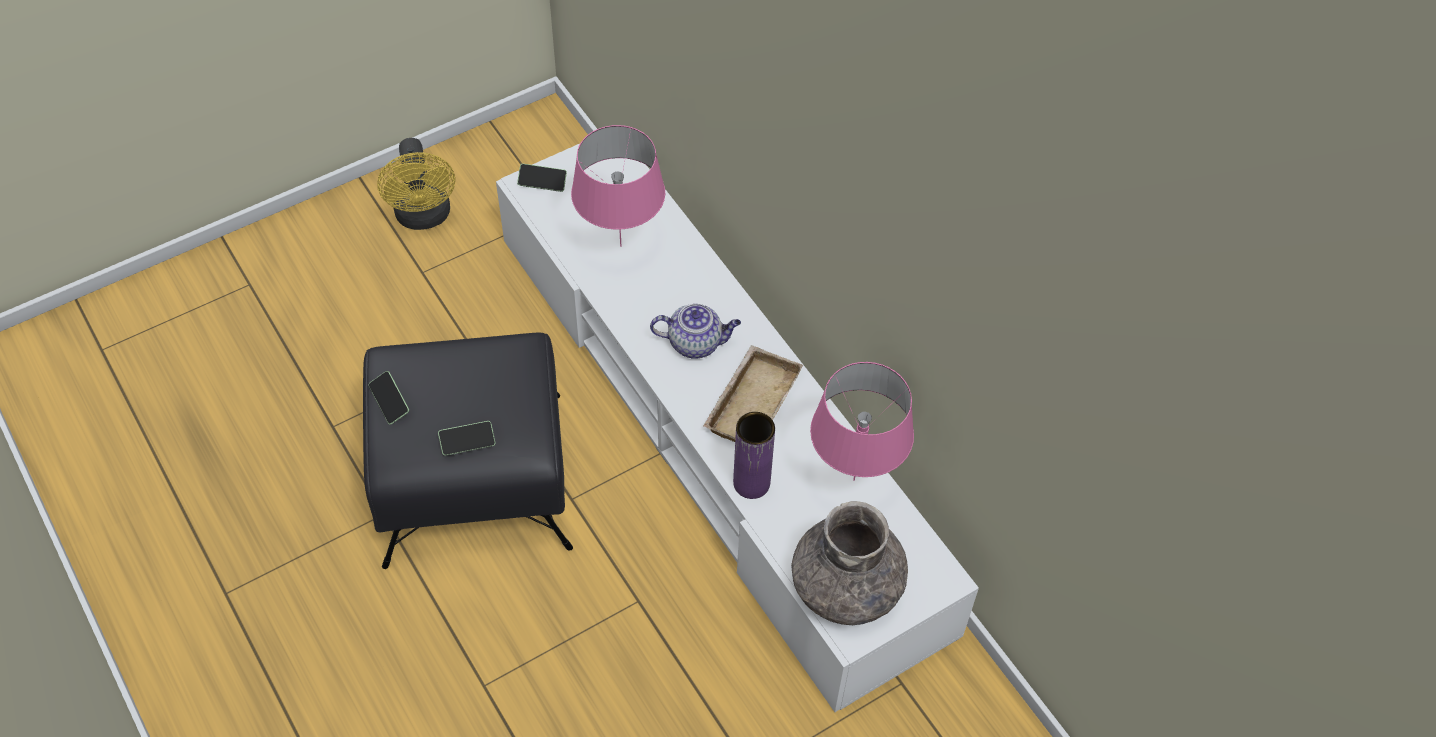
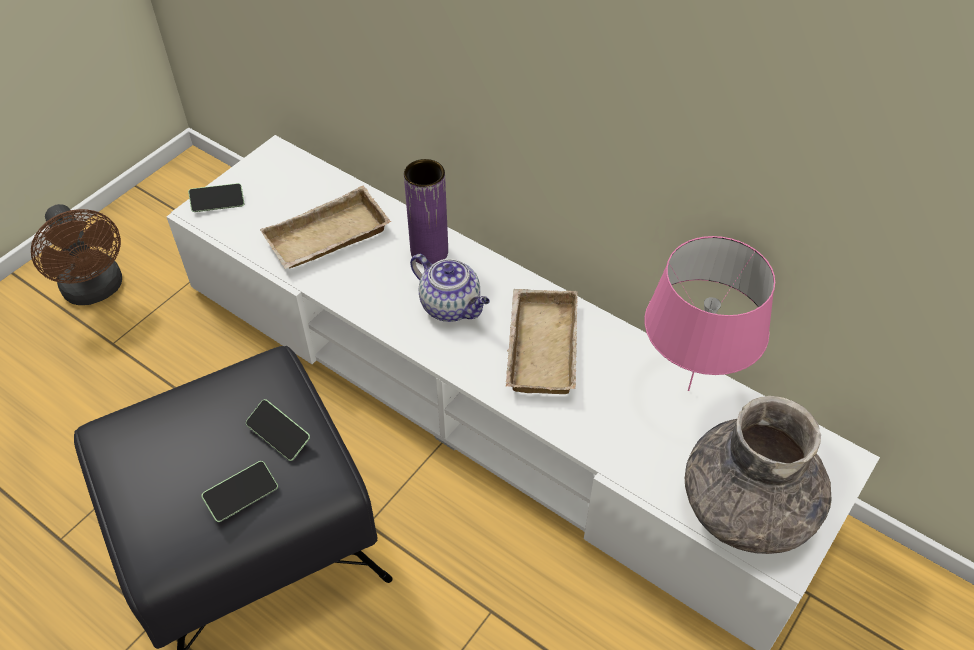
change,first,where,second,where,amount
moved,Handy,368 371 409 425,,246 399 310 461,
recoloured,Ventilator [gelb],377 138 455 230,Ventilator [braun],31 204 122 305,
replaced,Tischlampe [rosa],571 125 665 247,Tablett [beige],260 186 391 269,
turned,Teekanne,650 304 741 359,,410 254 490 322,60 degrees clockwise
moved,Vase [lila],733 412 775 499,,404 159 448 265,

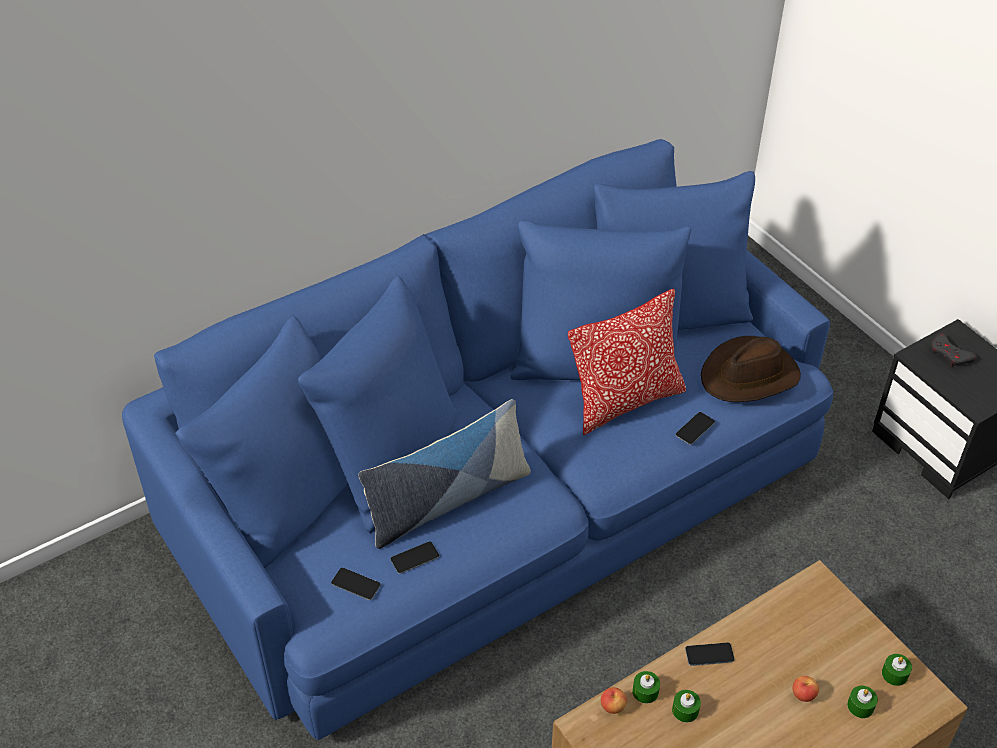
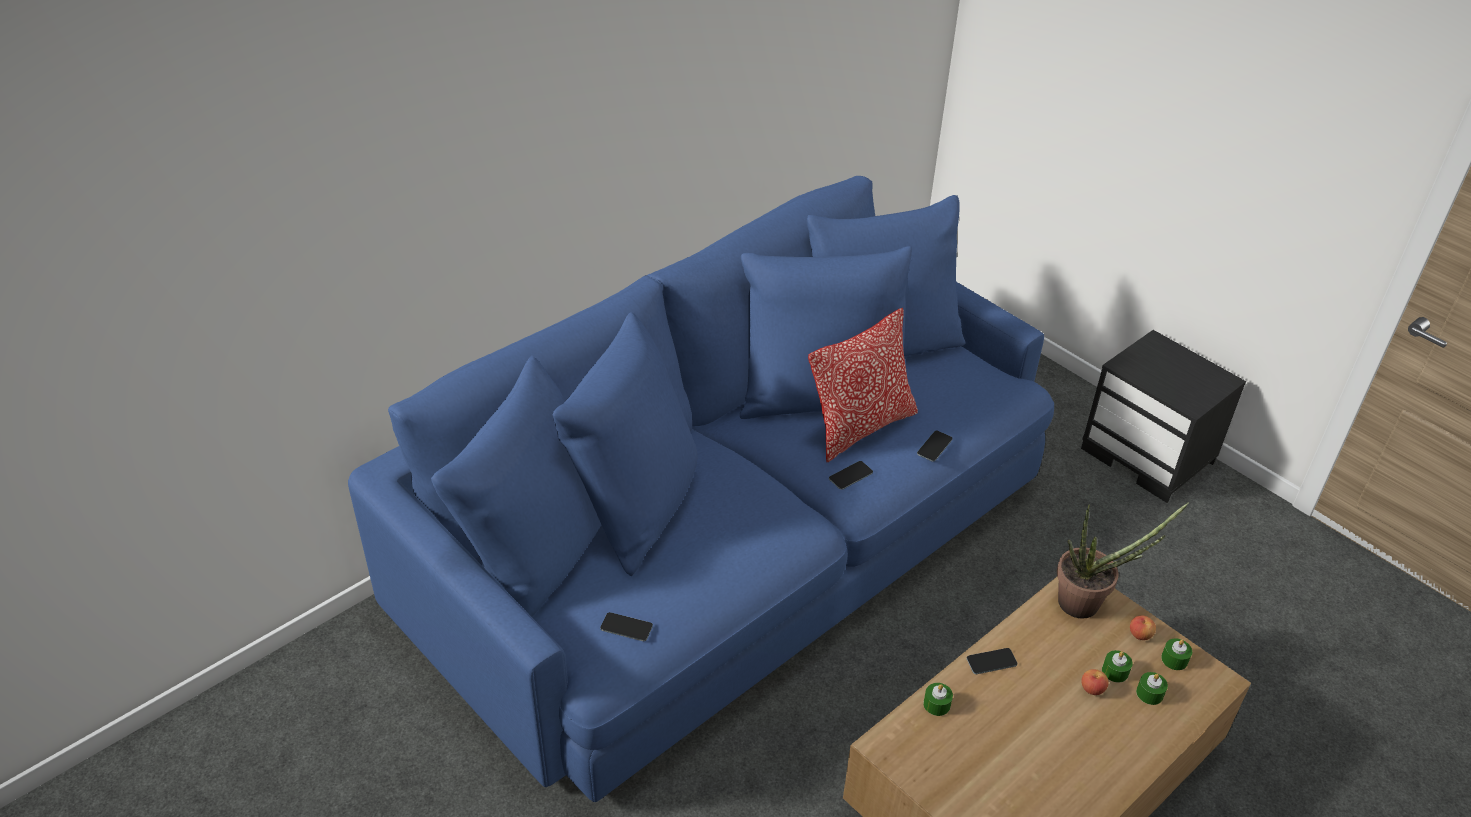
change,first,where,second,where,amount
removed,Kissen,358 399 531 549,,,
moved,Handy,390 541 439 574,,829 461 873 490,
moved,Apfel,601 687 627 714,,1130 616 1156 640,
moved,Kerze [grün],672 690 701 723,,1102 650 1133 683,
removed,Hut [braun],701 336 801 402,,,
removed,Gamepad [grau],931 333 977 367,,,
added,,,Topfpflanze,1057 502 1189 619,

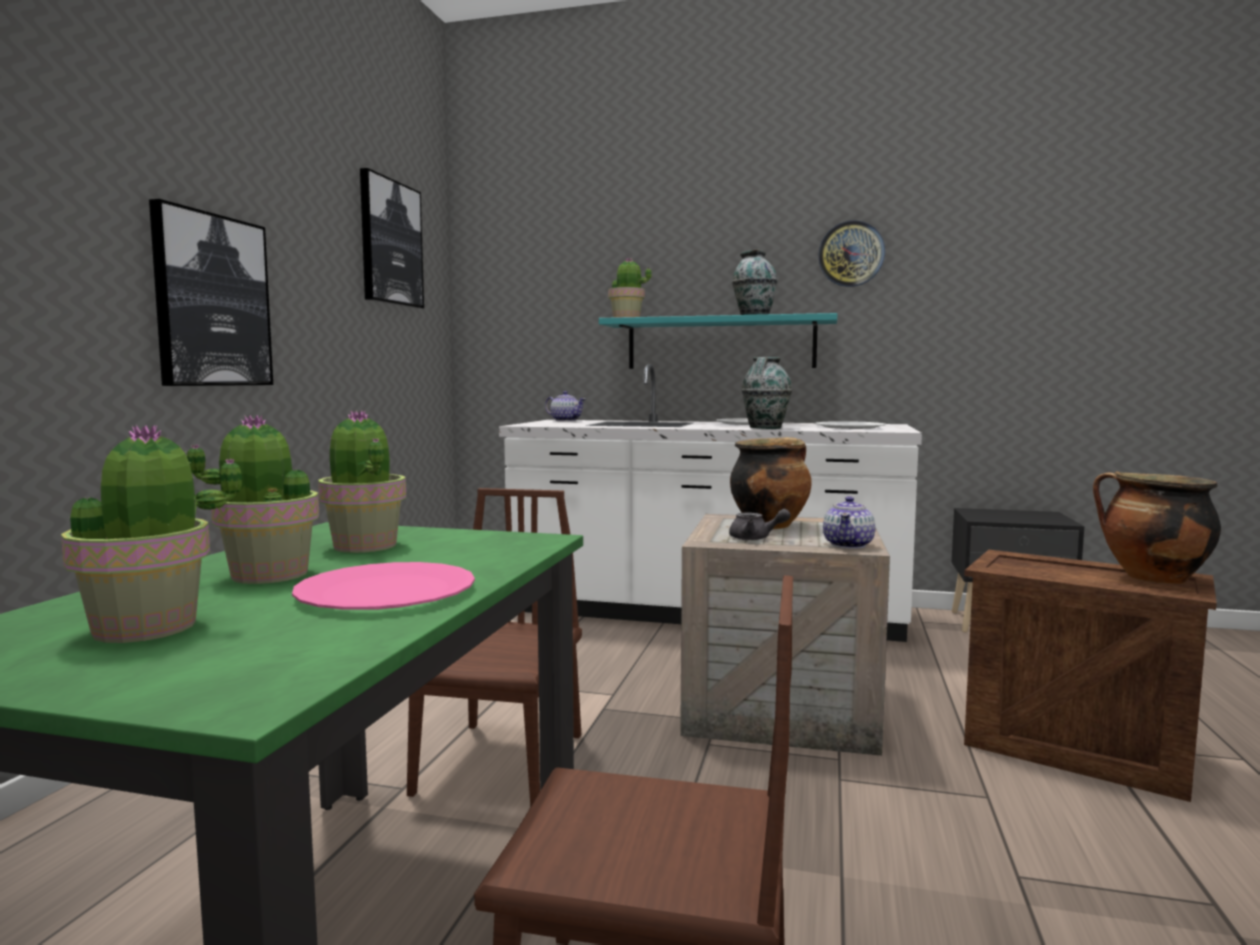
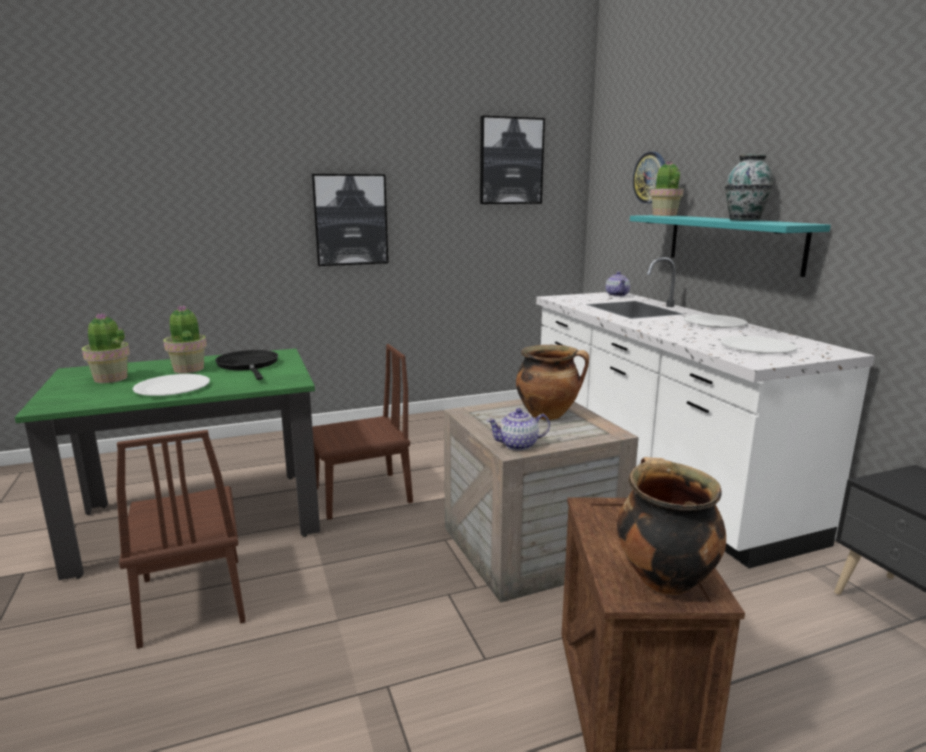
change,first,where,second,where,amount
recoloured,Teller [rosa],292 562 475 610,Teller [weiß],133 374 210 396,
replaced,Topfpflanze,318 410 406 553,Pfanne [schwarz],215 350 278 380,
removed,Teekanne [grau],729 509 791 540,,,
removed,Vase,741 357 792 429,,,
moved,Wanduhr,819 221 885 287,,633 152 665 203,

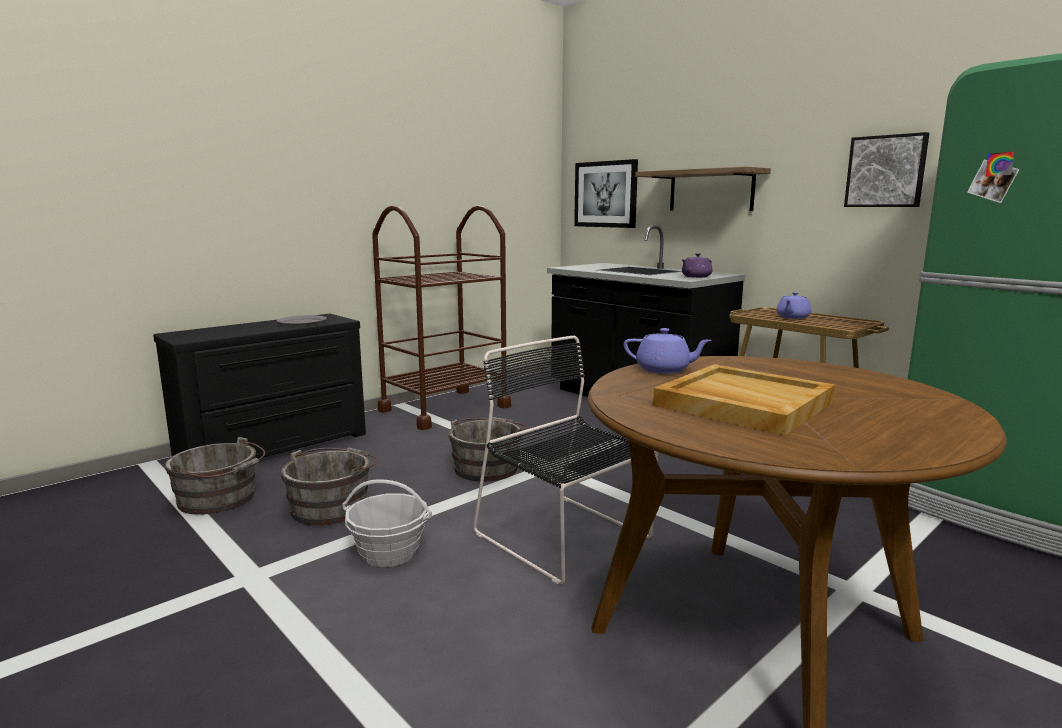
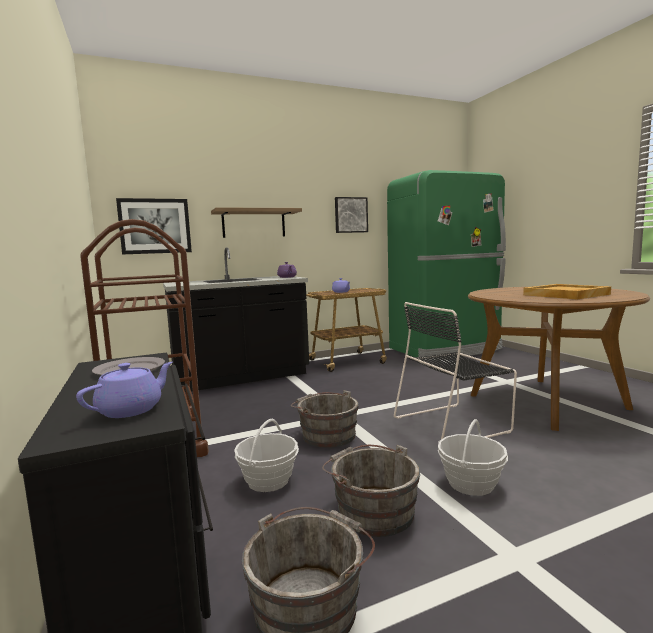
change,first,where,second,where,amount
moved,Teekanne [lila],624 328 712 374,,76 362 173 418,
added,,,Korb,234 419 299 492,

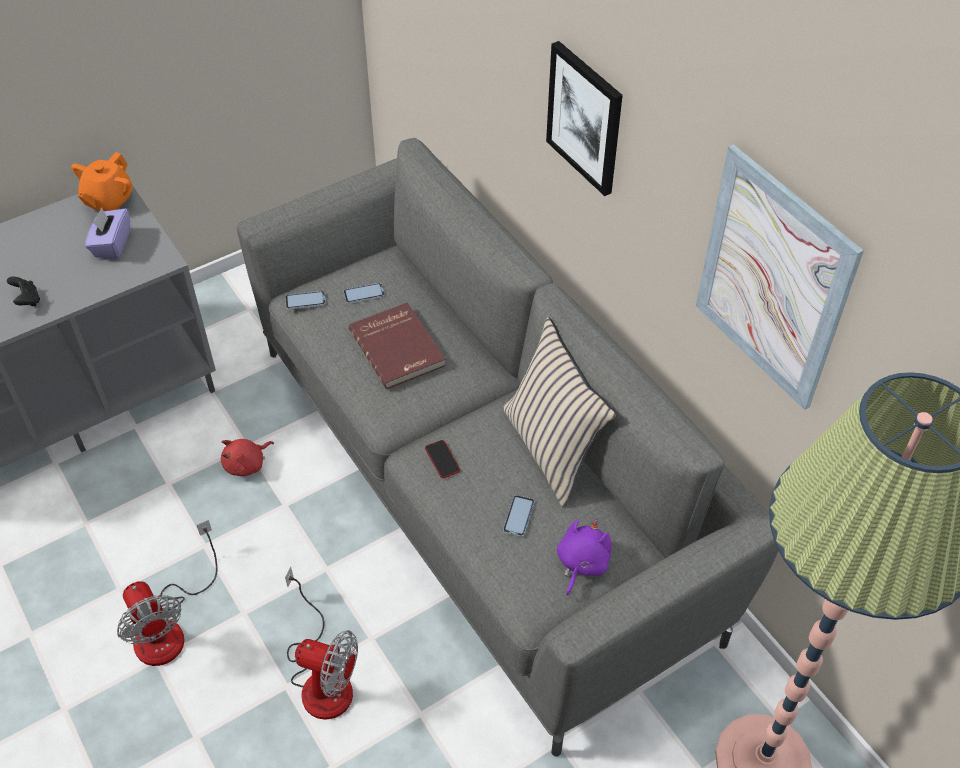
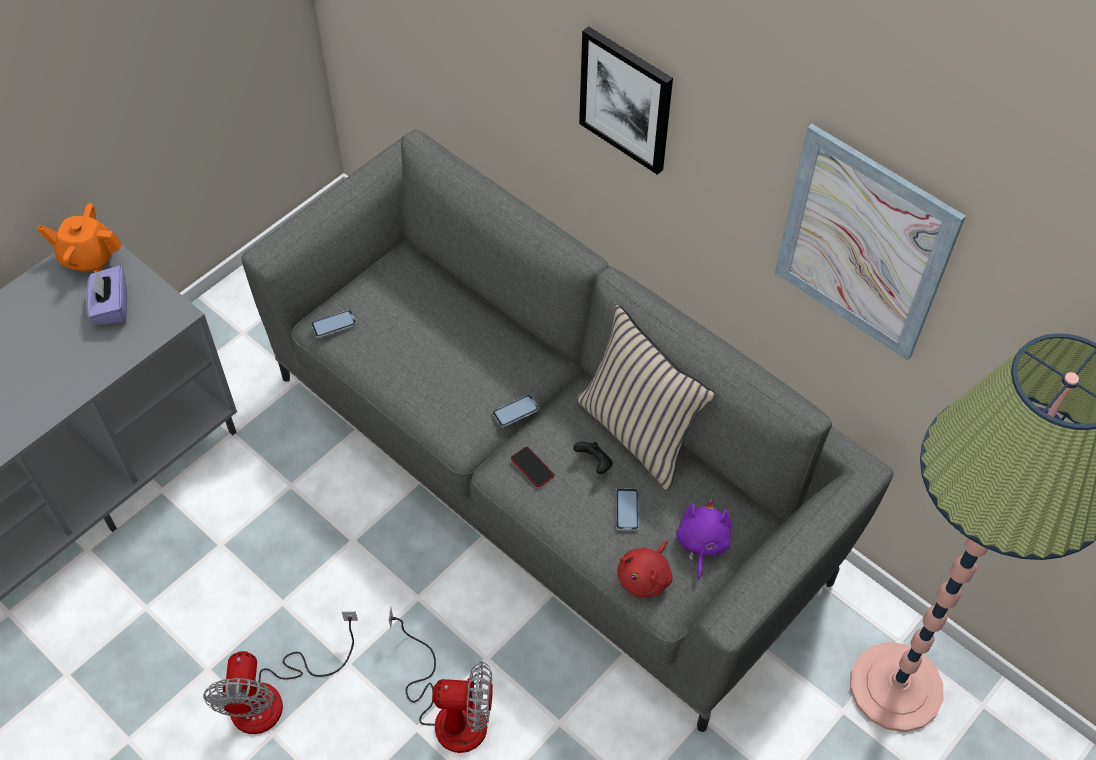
change,first,where,second,where,amount
moved,Gamepad [schwarz],7 277 40 306,,573 442 613 474,
turned,Teekanne [orange],71 152 132 211,,37 203 122 272,90 degrees clockwise
turned,Ventilator,117 520 218 666,,203 612 358 734,45 degrees clockwise
moved,Plüschtier [rot],221 439 274 476,,617 541 672 597,
moved,Handy,343 283 385 304,,492 395 539 427,
removed,Buch [rot],349 303 446 389,,,

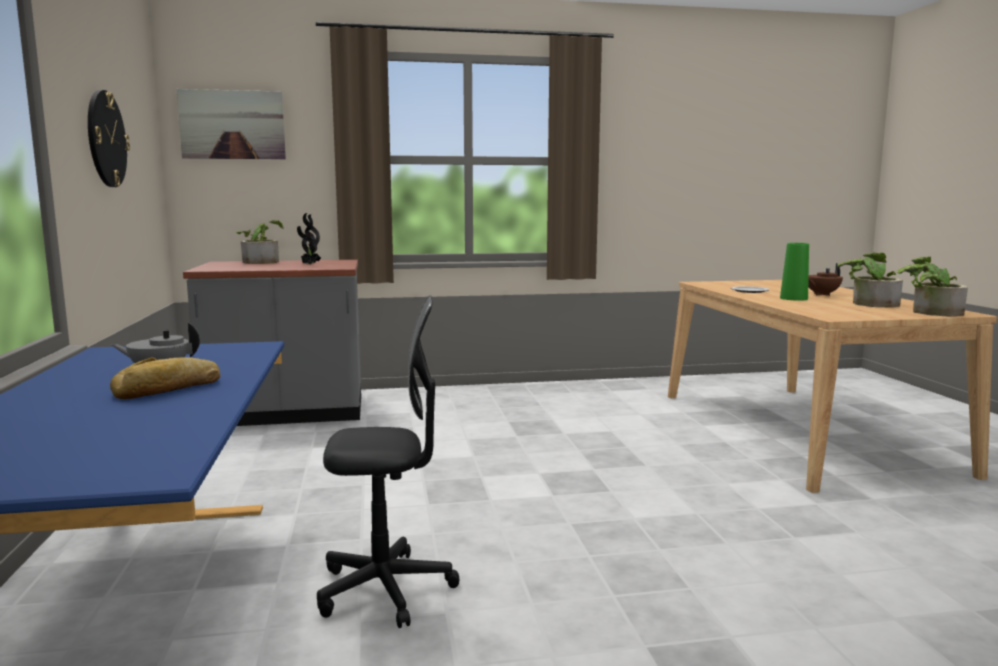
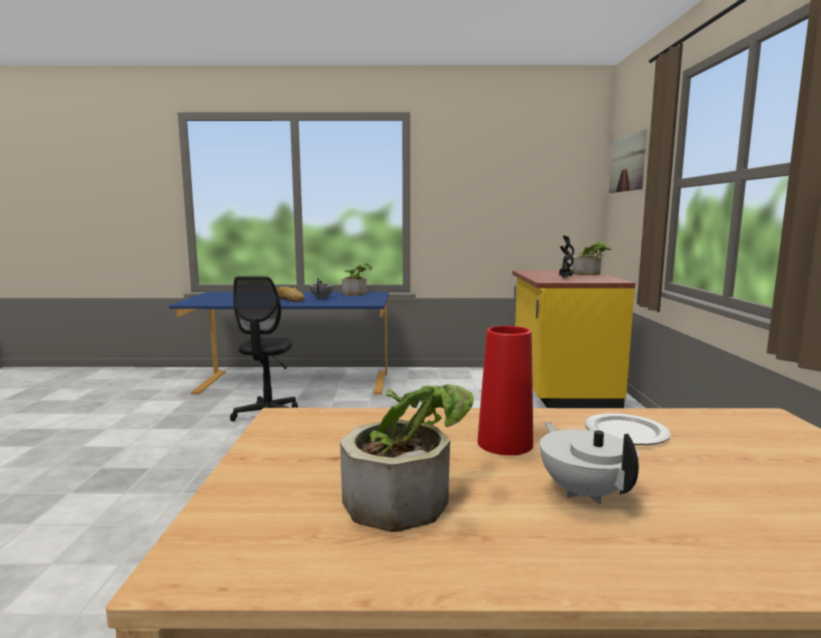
change,first,where,second,where,amount
removed,Wanduhr,88 90 130 187,,,
recoloured,Küchenzeile [grau],183 260 361 426,Küchenzeile [gelb],512 270 635 408,
recoloured,Vase [grün],780 243 809 301,Vase [rot],478 326 533 455,
recoloured,Teekanne [braun],808 263 843 296,Teekanne [weiß],540 422 639 504,
moved,Topfpflanze,897 257 968 317,,342 263 372 296,

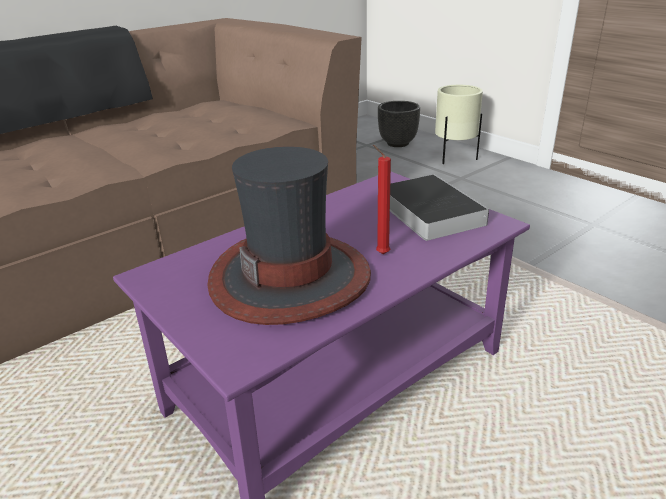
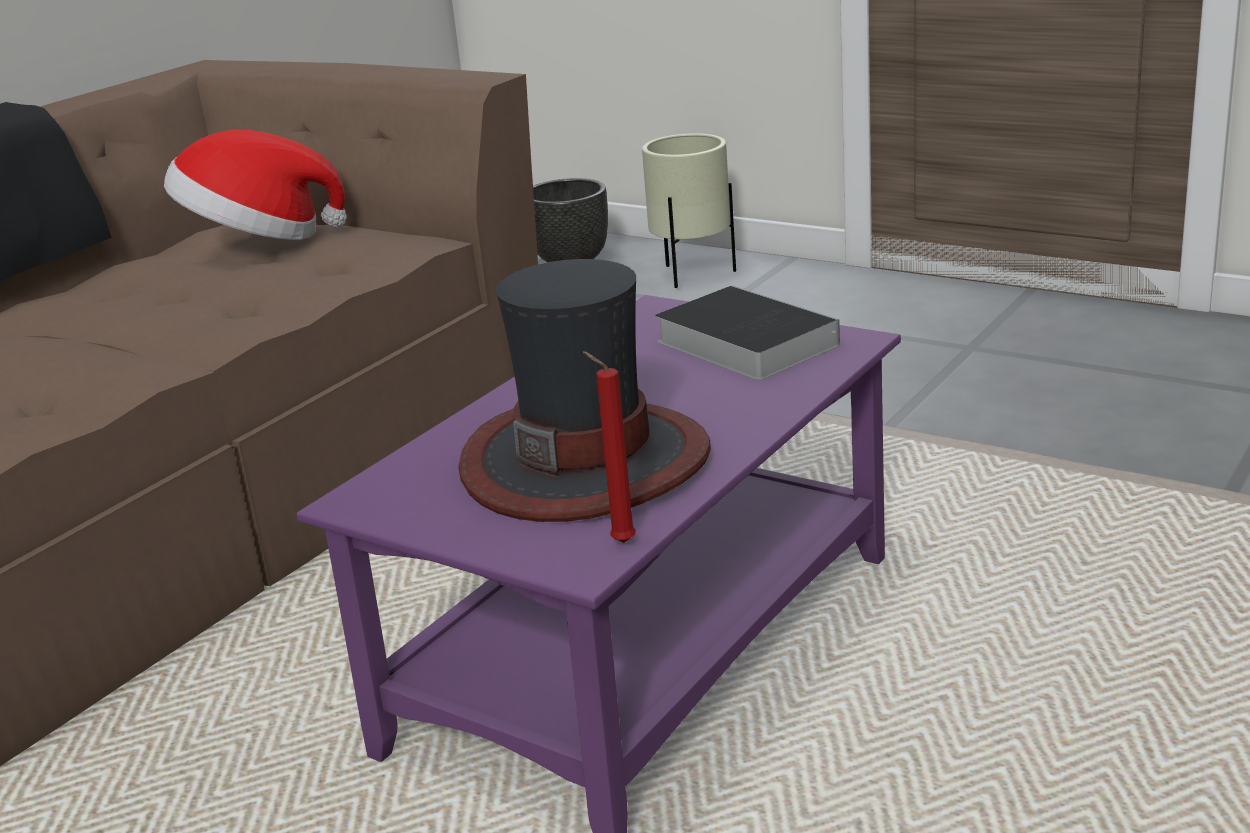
change,first,where,second,where,amount
moved,Kerze [rot],373 145 391 254,,583 351 636 543,
added,,,Hut,164 129 347 240,

